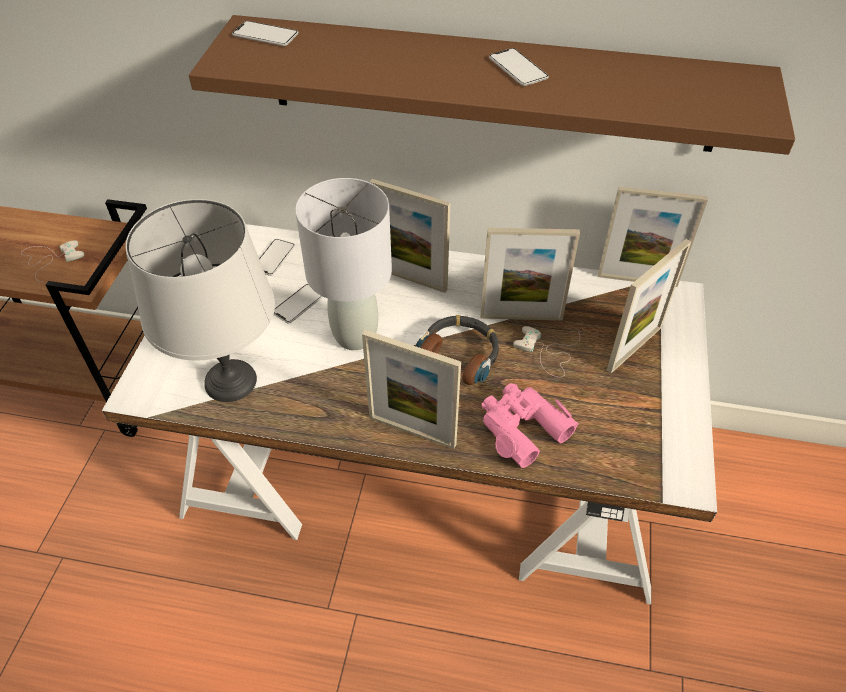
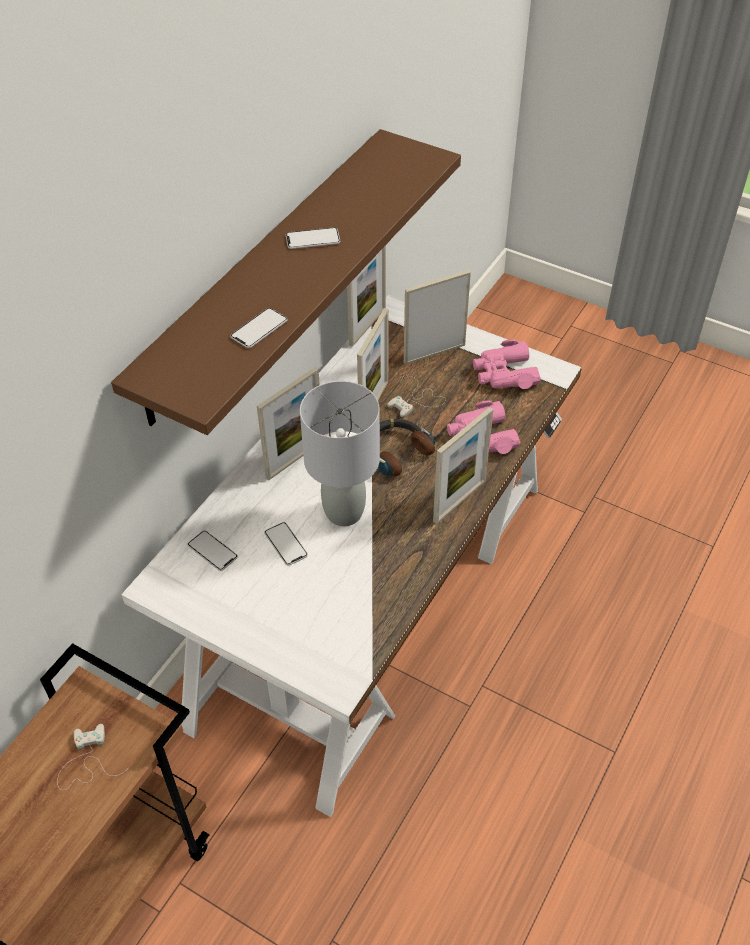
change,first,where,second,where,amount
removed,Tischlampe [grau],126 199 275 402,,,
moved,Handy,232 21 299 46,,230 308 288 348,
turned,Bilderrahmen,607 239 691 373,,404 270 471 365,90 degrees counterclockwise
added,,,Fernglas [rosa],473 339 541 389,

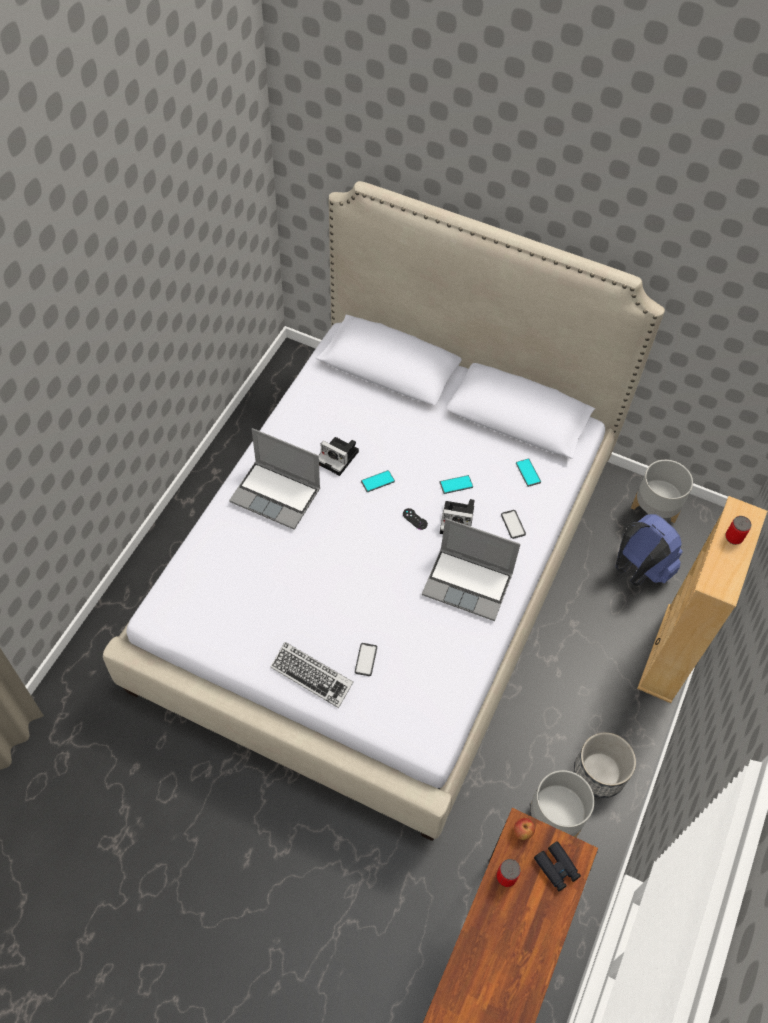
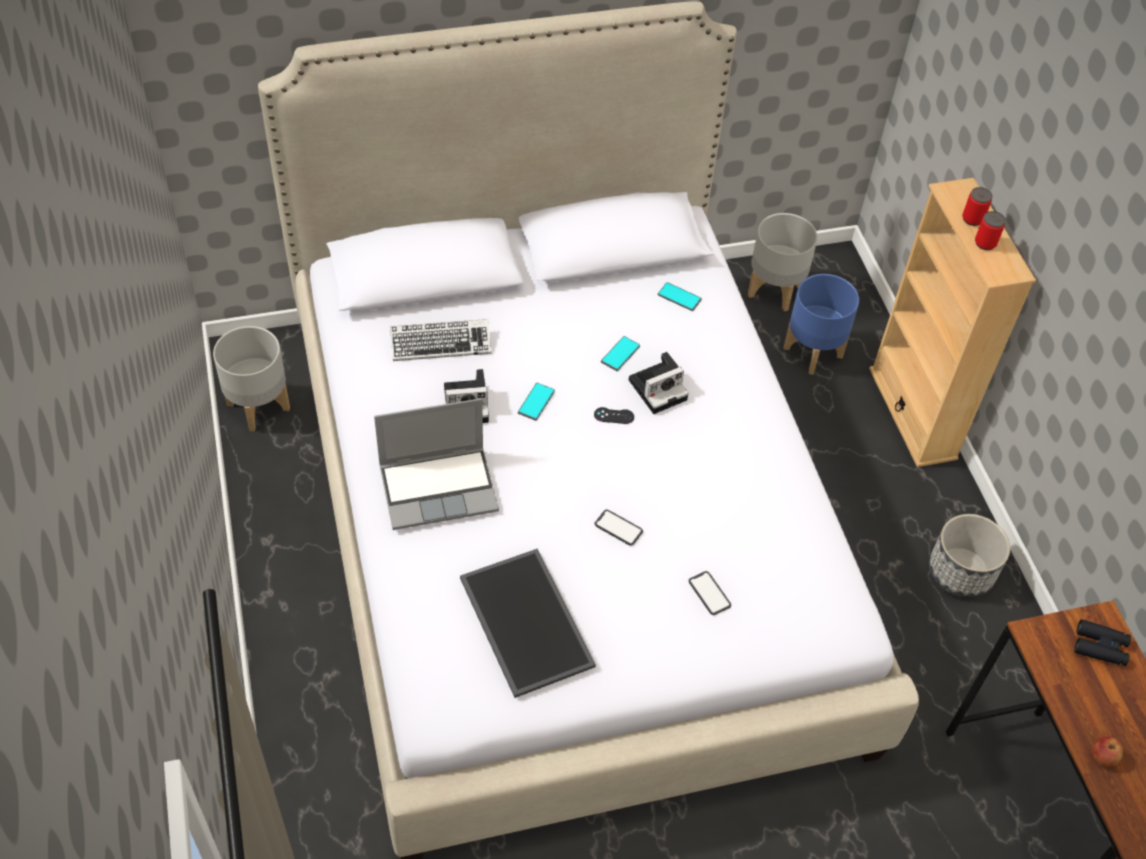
change,first,where,second,where,amount
moved,Tastatur,270 642 353 708,,390 319 491 361,
removed,Laptop,422 518 521 621,,,
moved,Dose,496 859 521 887,,975 211 1006 250,
moved,Handy,501 510 526 539,,594 510 643 546,
moved,Apfel,514 818 535 840,,1093 736 1123 767,
moved,Pflanzkübel [grau],531 770 595 837,,213 326 290 432,
replaced,Rucksack [blau],616 514 682 586,Pflanzkübel [blau],784 274 859 375,
added,,,Tablett,460 548 596 698,

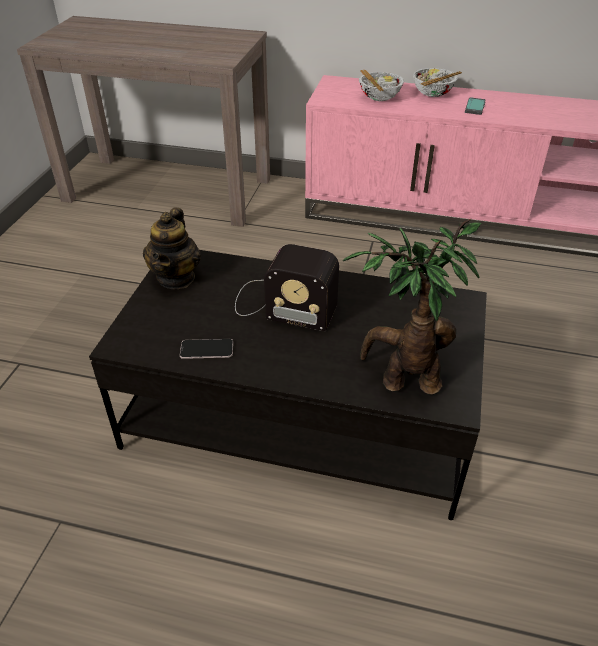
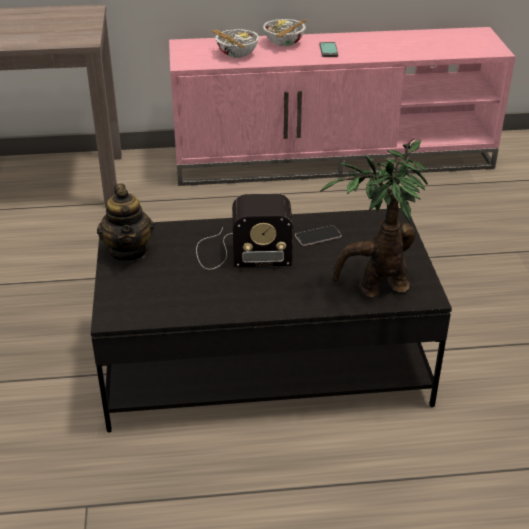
change,first,where,second,where,amount
moved,Handy,180 339 233 359,,295 225 342 246,

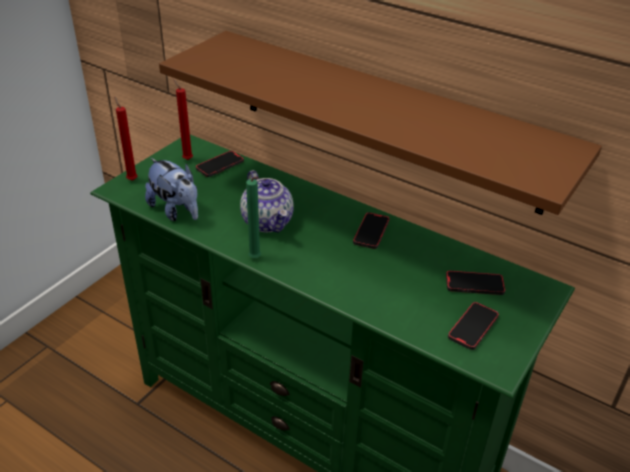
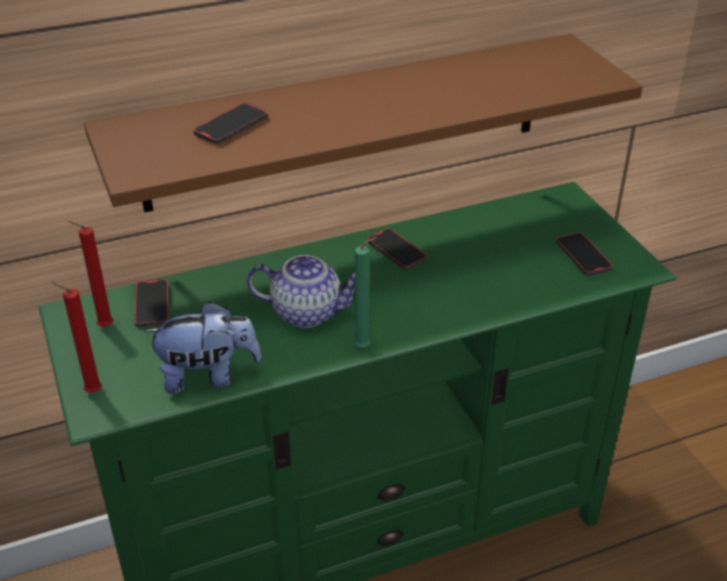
change,first,where,second,where,amount
moved,Handy,446 270 505 295,,193 103 268 144,

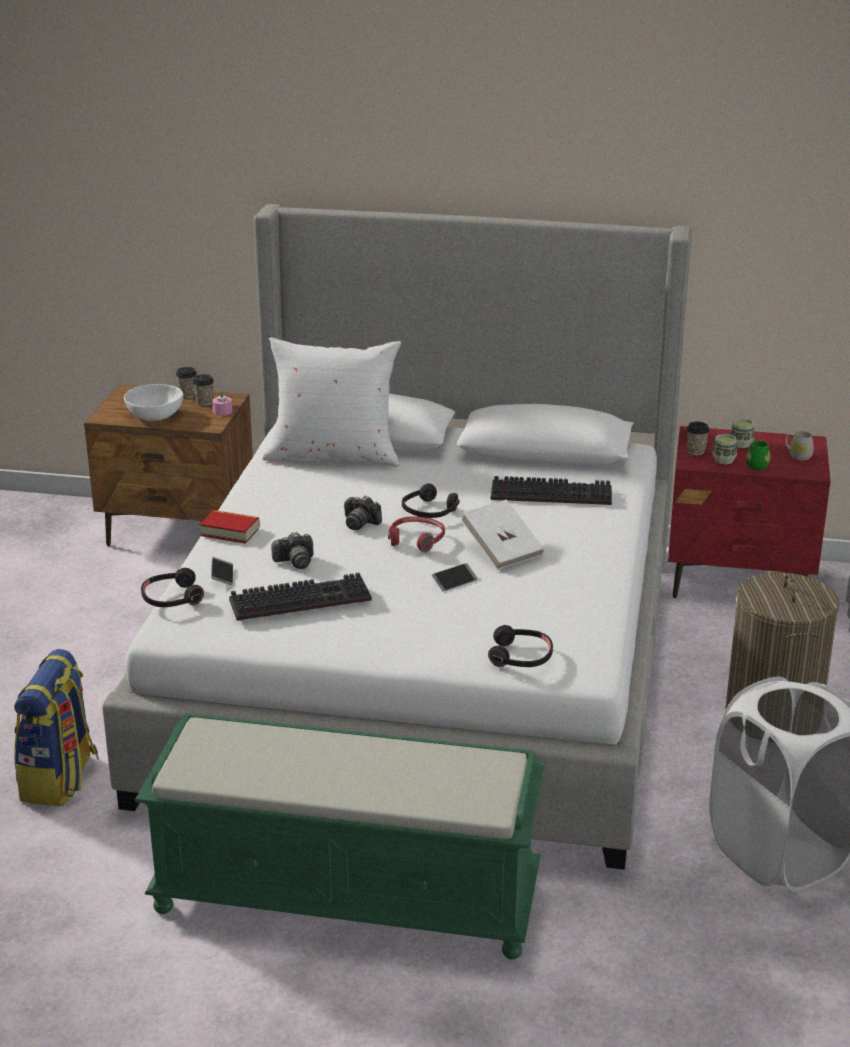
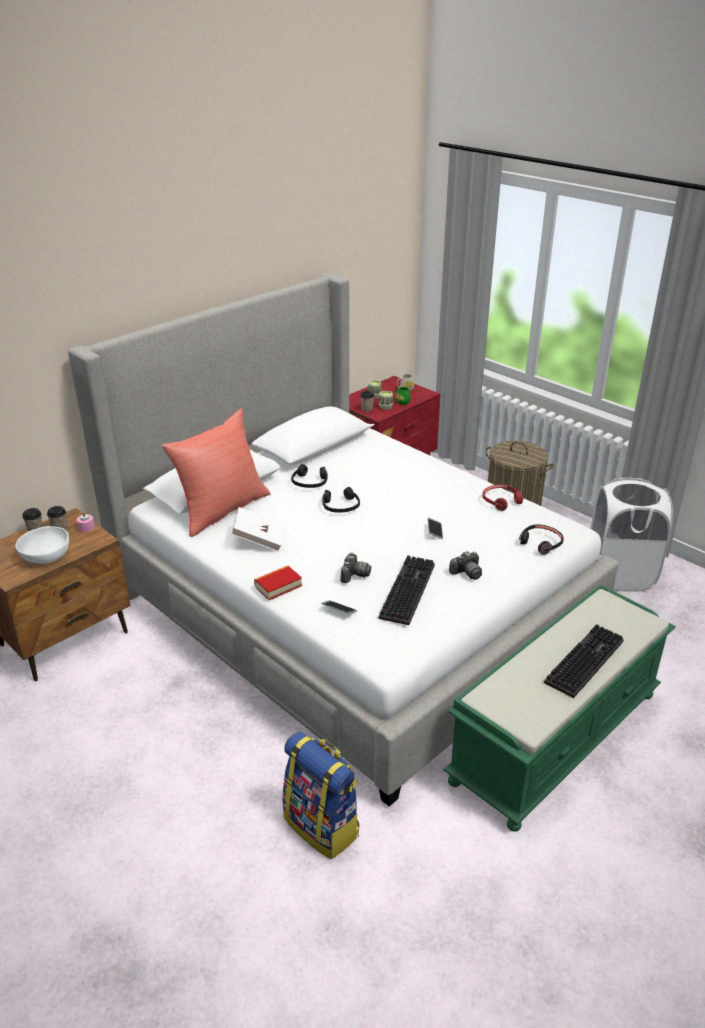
change,first,where,second,where,amount
moved,Kopfhörer [schwarz],141 568 204 607,,291 464 328 488,
recoloured,Kissen [weiß],262 337 401 467,Kissen [rot],162 409 271 537,
moved,Kamera,344 496 382 530,,449 551 482 580,
moved,Kopfhörer [rot],388 516 445 552,,482 484 524 511,
moved,Buch [weiß],461 499 544 570,,231 507 285 552,
moved,Tastatur,491 476 612 505,,544 624 624 698,

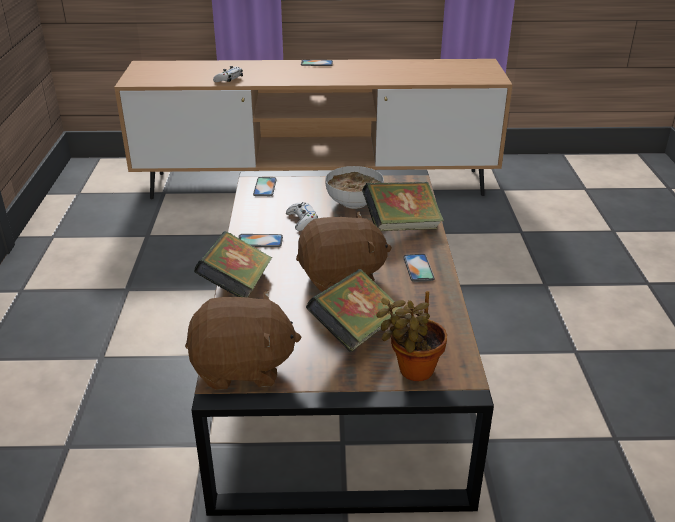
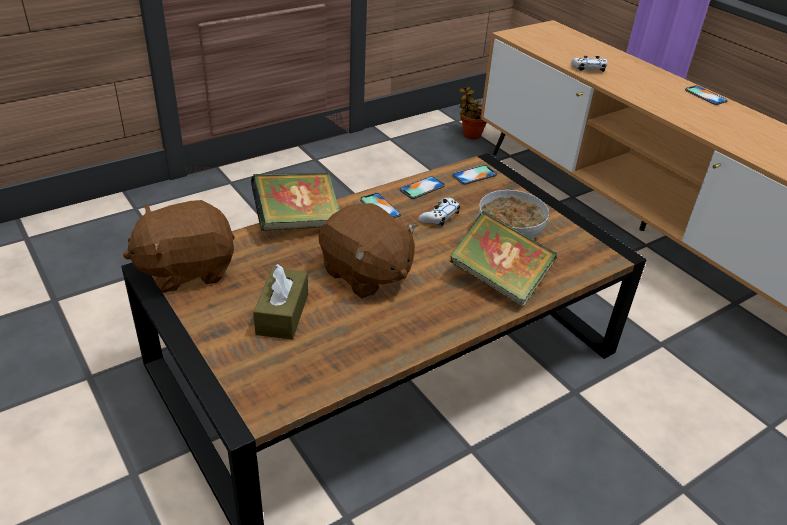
change,first,where,second,where,amount
turned,Plüschtier [braun],185 290 301 390,,123 200 235 293,105 degrees clockwise
replaced,Buch,306 269 401 353,Taschentuchbox [braun],253 264 308 339,
moved,Topfpflanze,376 291 447 381,,459 87 487 139,
moved,Handy,403 254 435 282,,400 176 445 199,

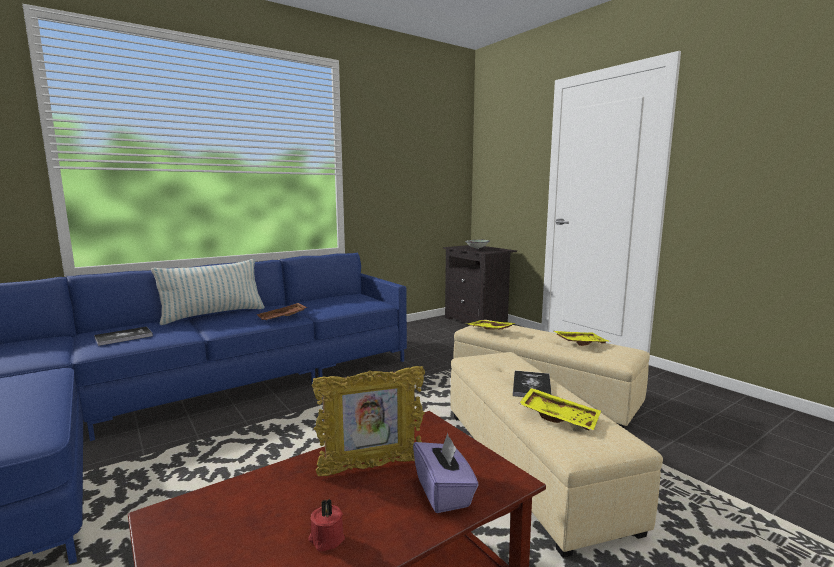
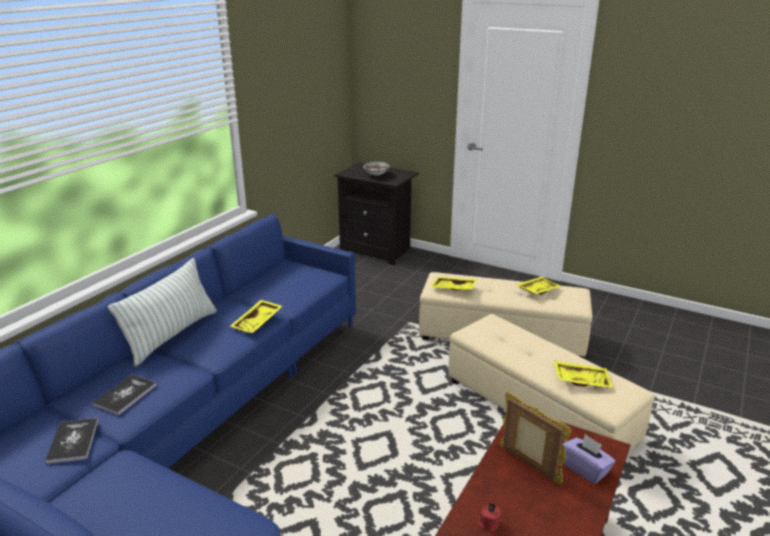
change,first,where,second,where,amount
recoloured,Tablett [braun],257 303 308 320,Tablett [gelb],230 300 282 333,
moved,Kerze [rot],308 499 345 551,,478 503 501 532,
turned,Bilderrahmen,312 366 425 476,,500 391 571 485,90 degrees counterclockwise
moved,Buch,513 371 552 397,,45 418 98 464,

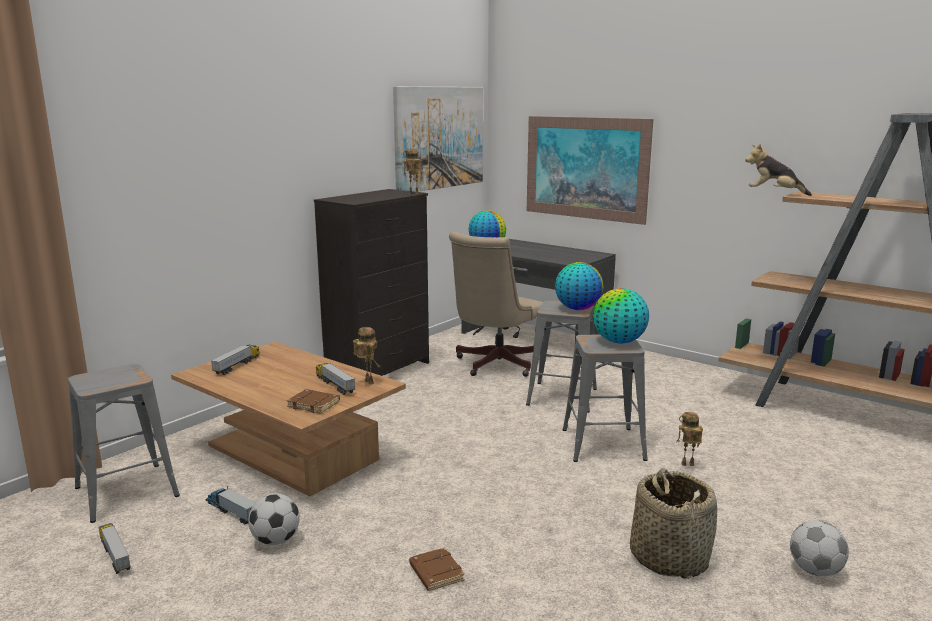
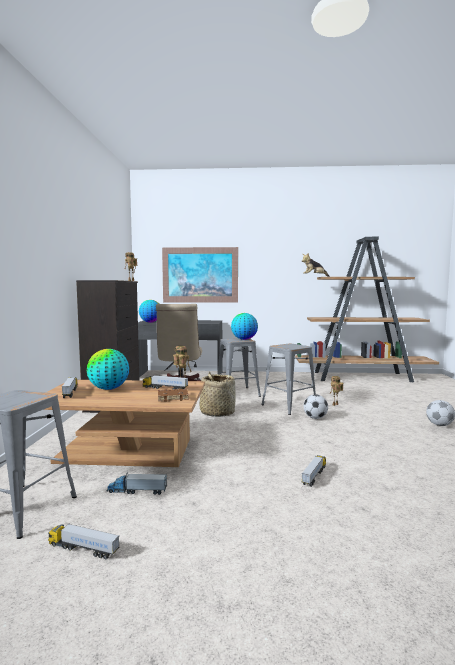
change,first,where,second,where,amount
moved,Fußball,248 493 300 545,,304 394 328 419,
removed,Bild,393 86 483 192,,,
replaced,Buch [braun],409 547 465 591,Spielzeuglaster,302 455 326 487,
moved,Globus,593 288 649 344,,87 349 129 390,
moved,Korb,630 468 717 579,,200 372 236 417,

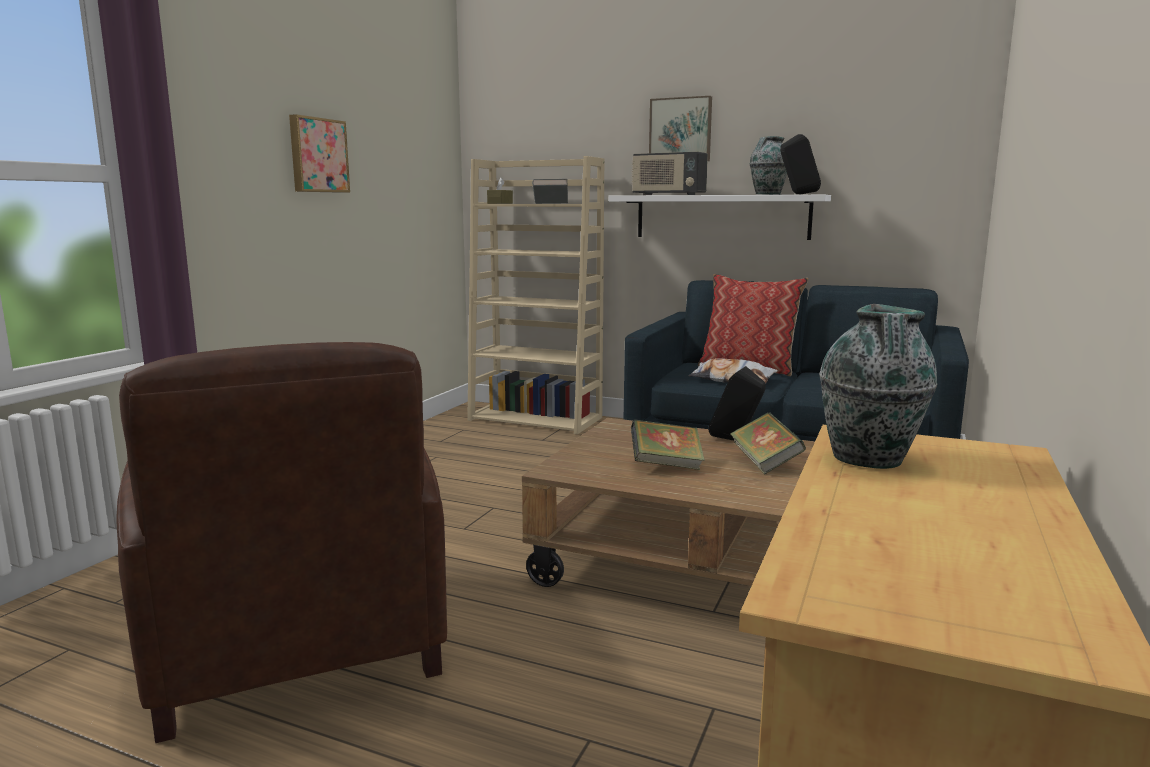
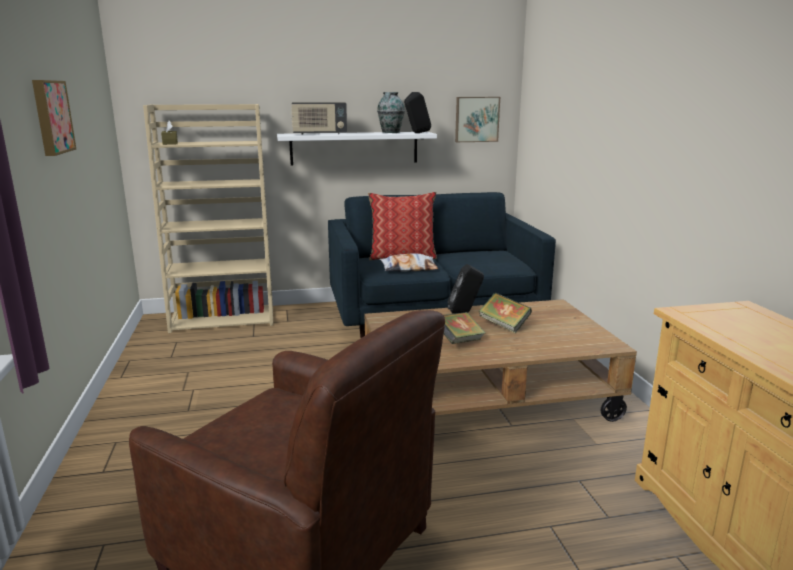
change,first,where,second,where,amount
removed,Buch [grau],532 179 568 204,,,
moved,Bild,649 96 712 161,,455 97 500 142,
removed,Vase,819 304 937 469,,,

